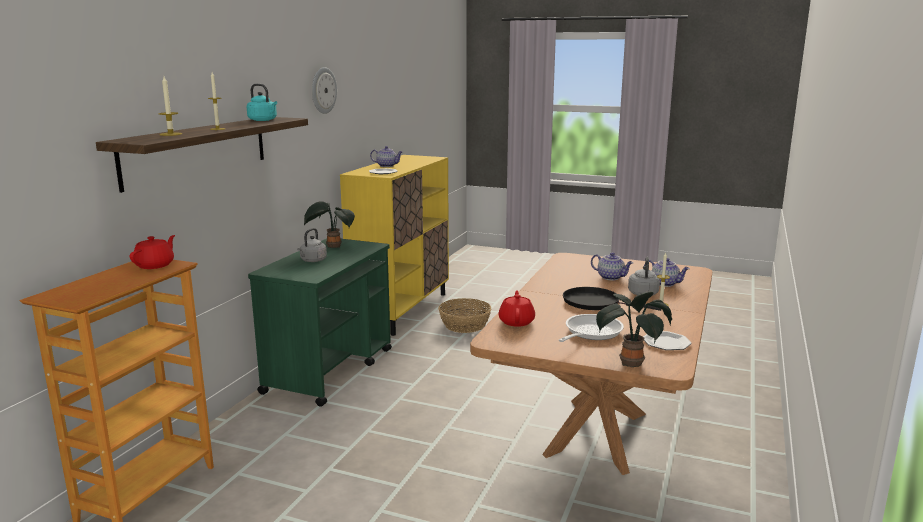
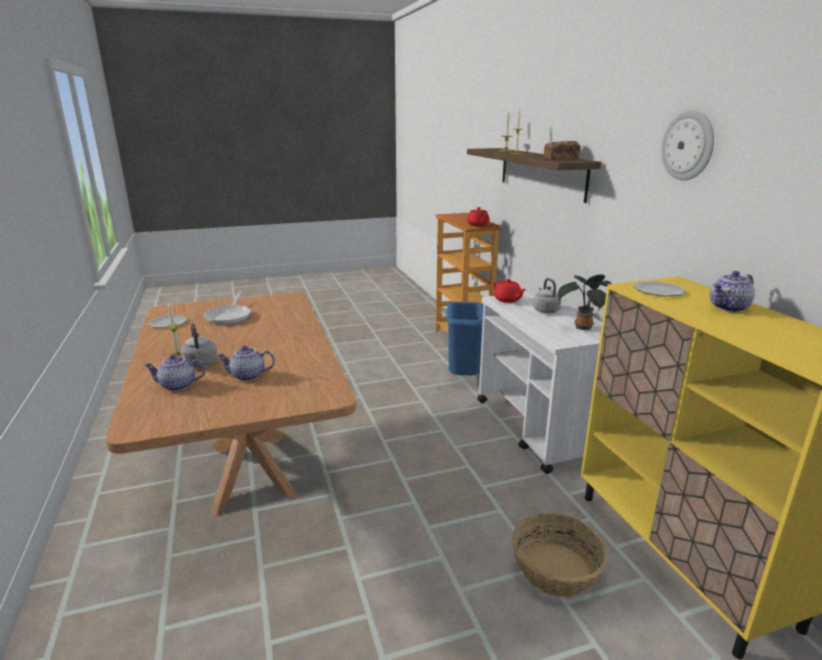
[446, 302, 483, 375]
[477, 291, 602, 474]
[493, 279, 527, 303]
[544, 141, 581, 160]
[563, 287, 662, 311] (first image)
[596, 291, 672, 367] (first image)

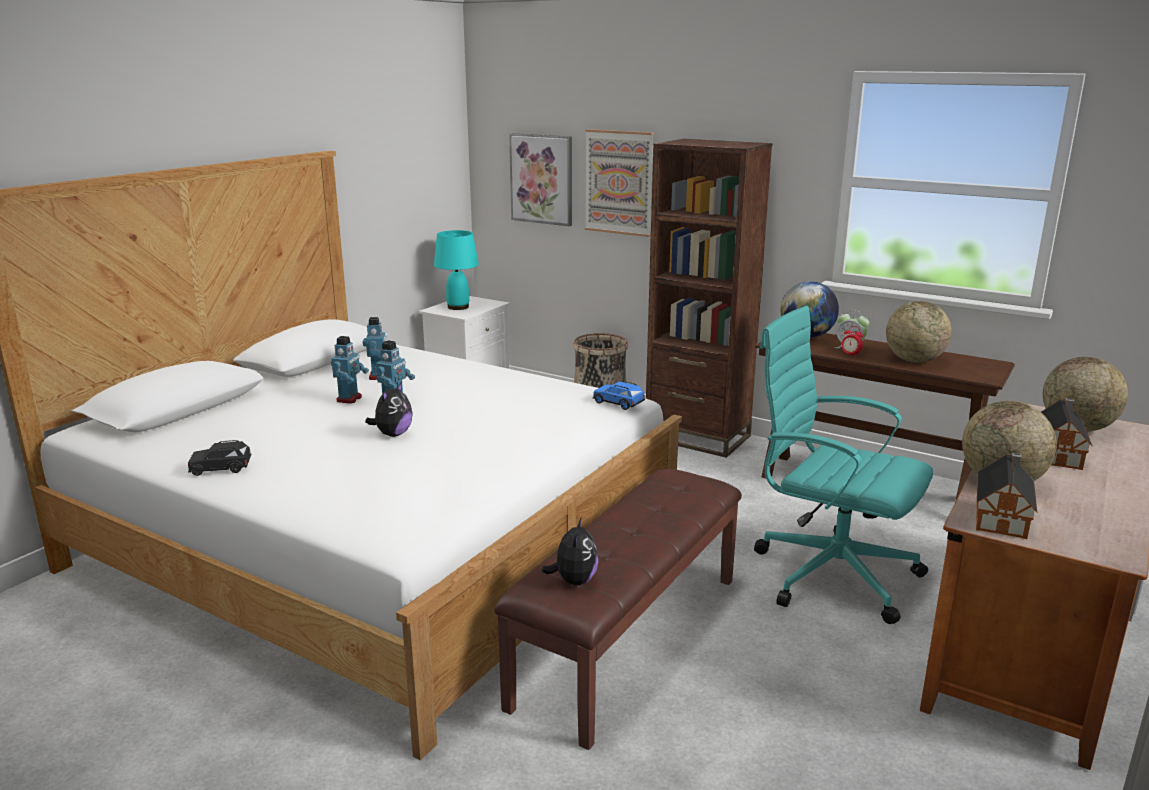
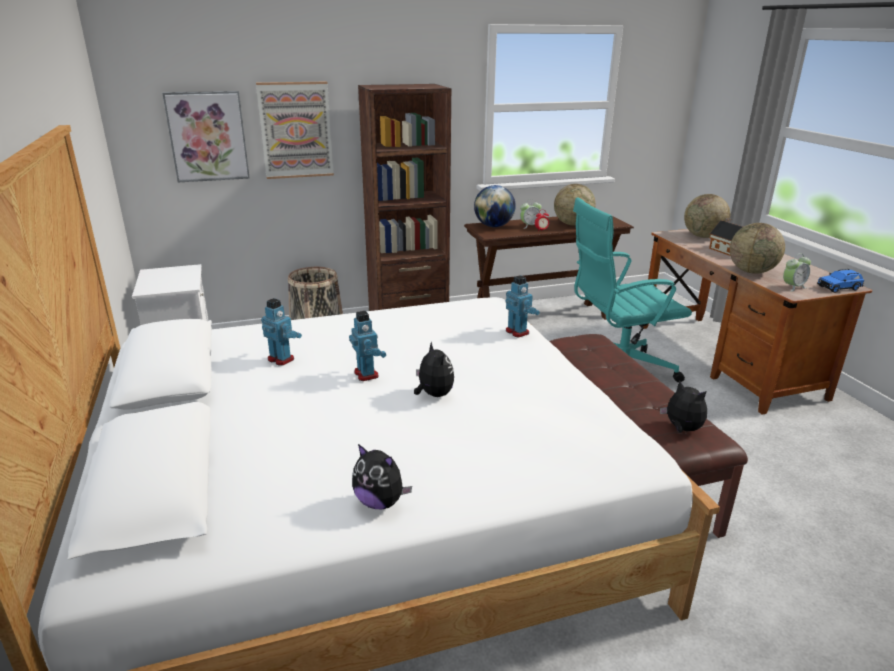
[352, 444, 412, 509]
[506, 275, 540, 338]
[783, 253, 811, 292]
[817, 269, 864, 293]
[434, 230, 479, 310] (first image)

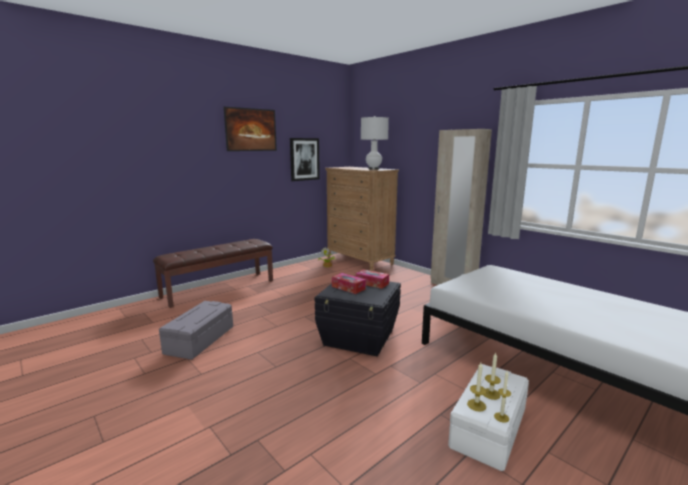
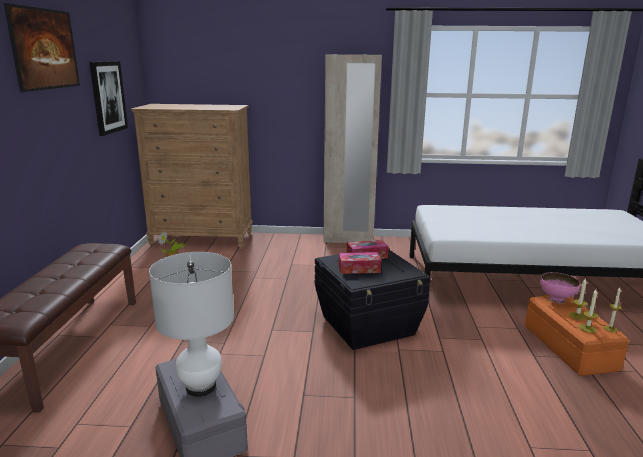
[149, 252, 234, 397]
[525, 295, 629, 376]
[540, 272, 580, 303]

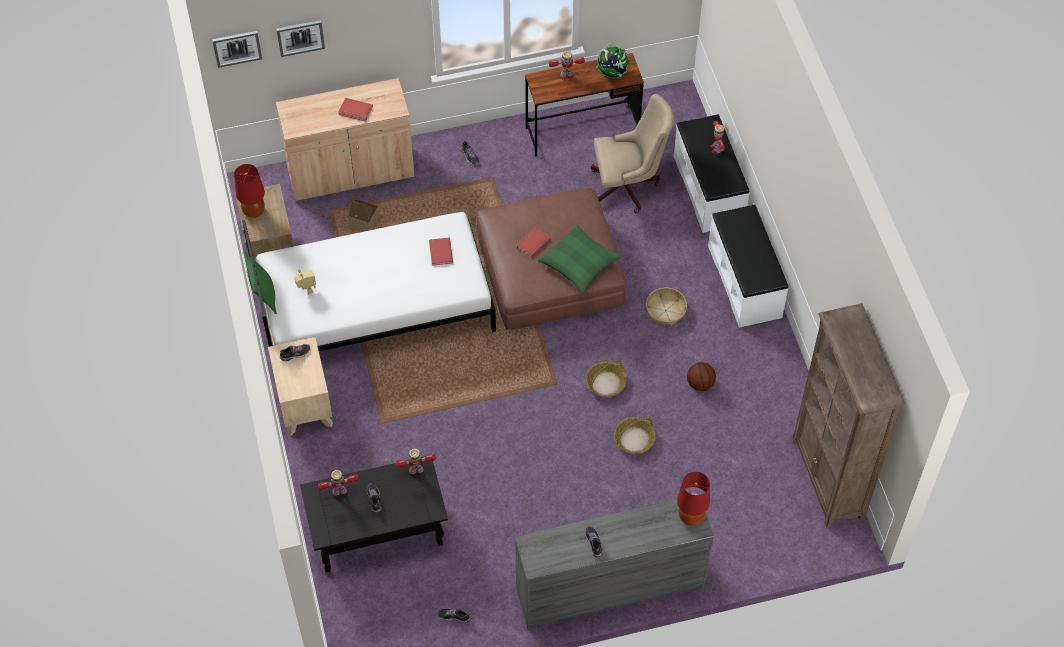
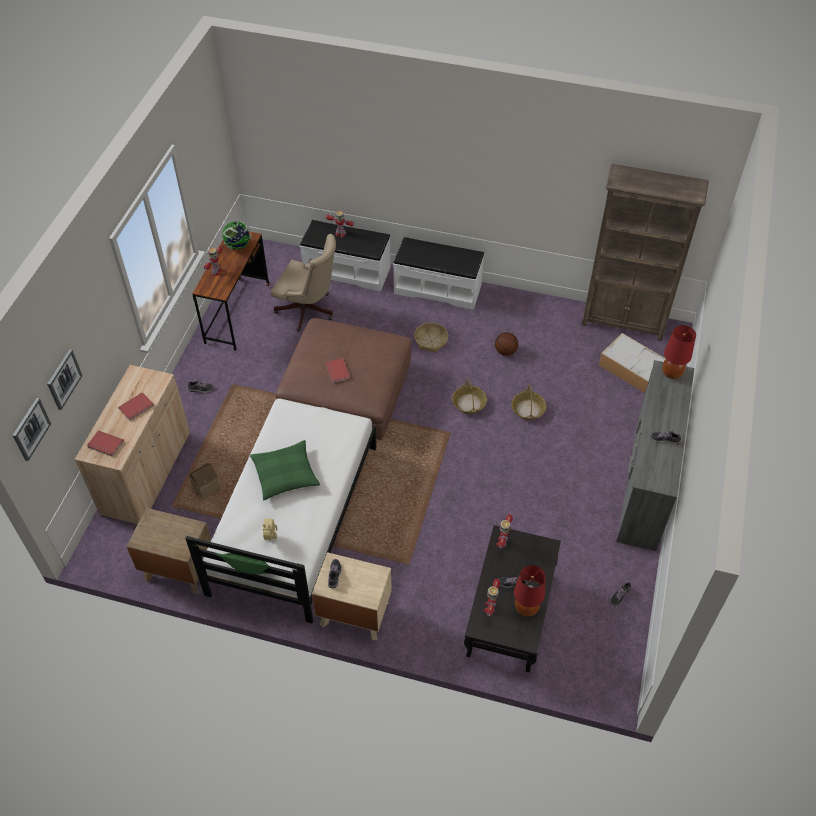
[87, 430, 124, 457]
[250, 440, 320, 500]
[270, 234, 336, 332]
[514, 565, 546, 617]
[599, 333, 666, 393]

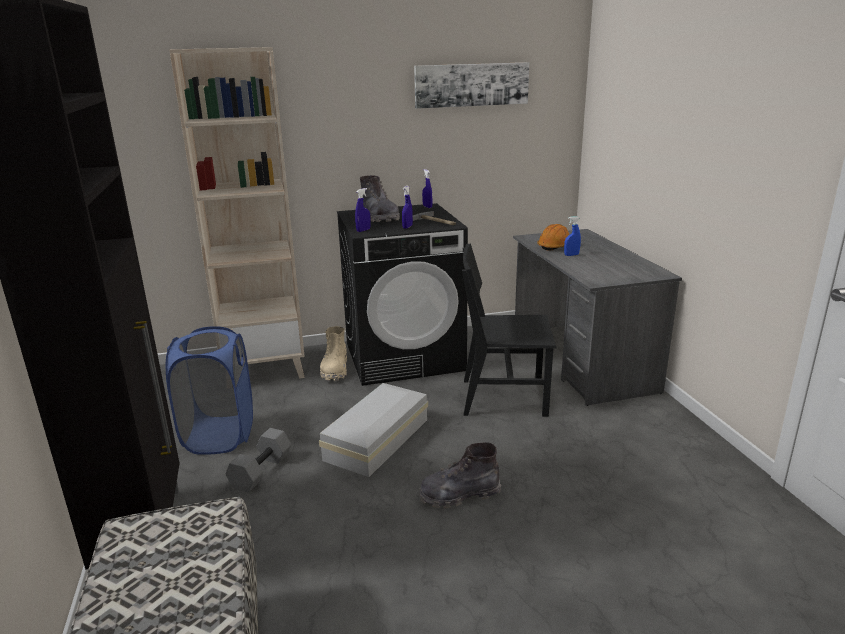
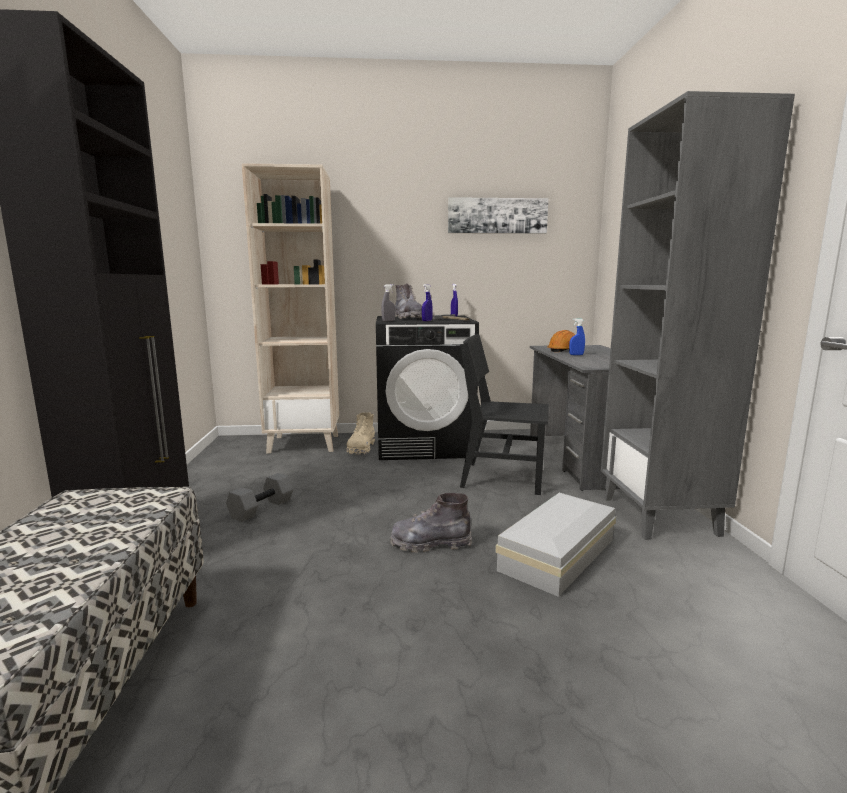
[381, 284, 396, 321]
[495, 493, 616, 597]
[601, 91, 795, 540]
[166, 326, 253, 455] (first image)

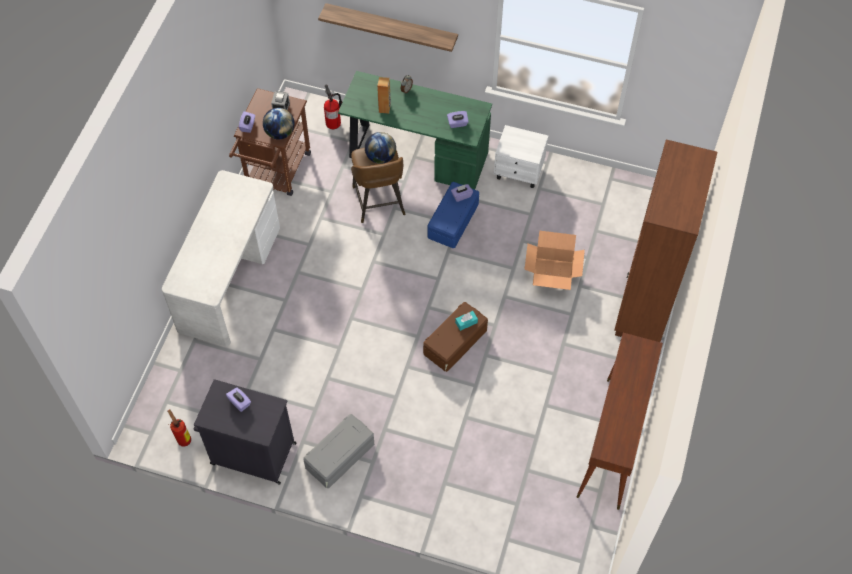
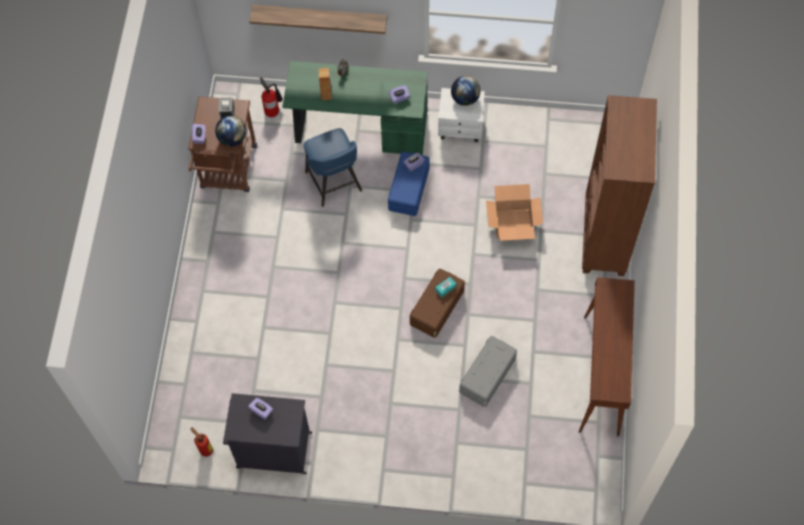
[304, 128, 362, 207]
[451, 76, 481, 106]
[459, 336, 517, 407]
[162, 170, 280, 347] (first image)

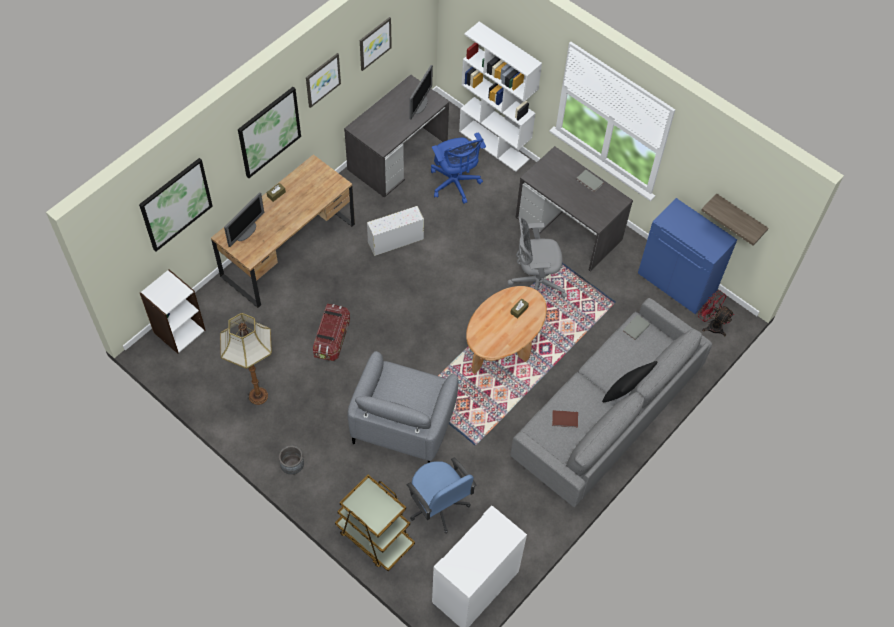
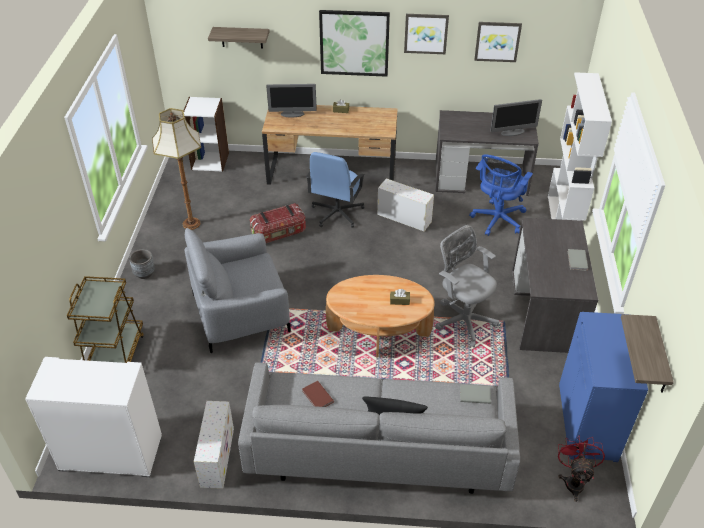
[194, 401, 234, 489]
[208, 27, 270, 48]
[306, 152, 365, 228]

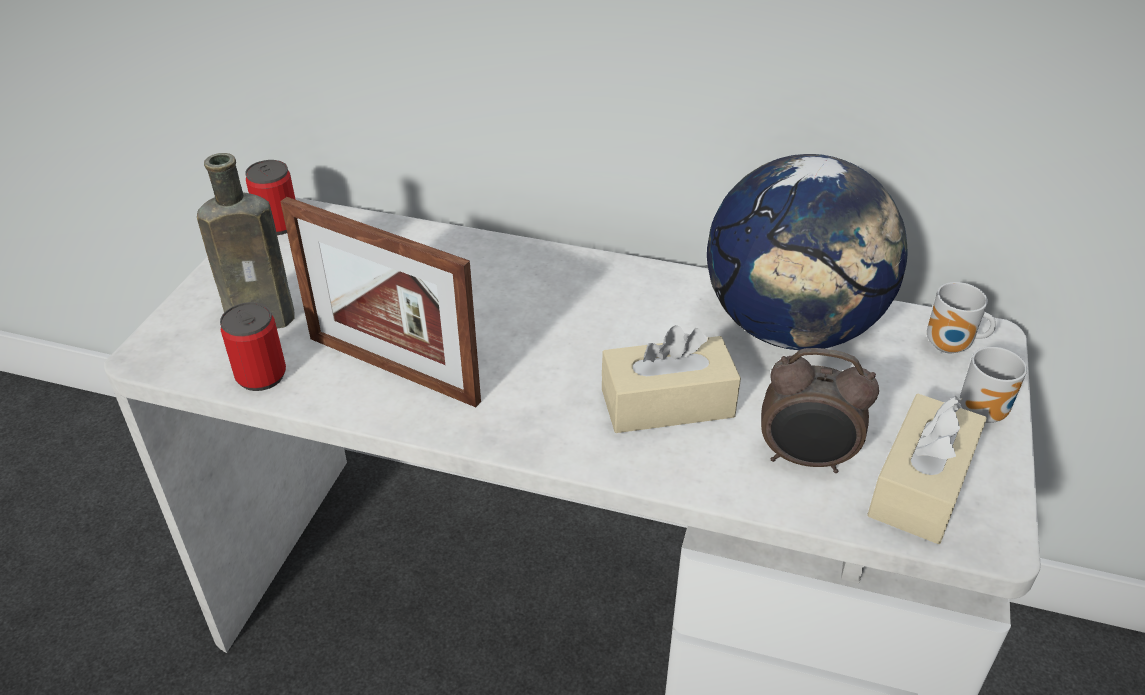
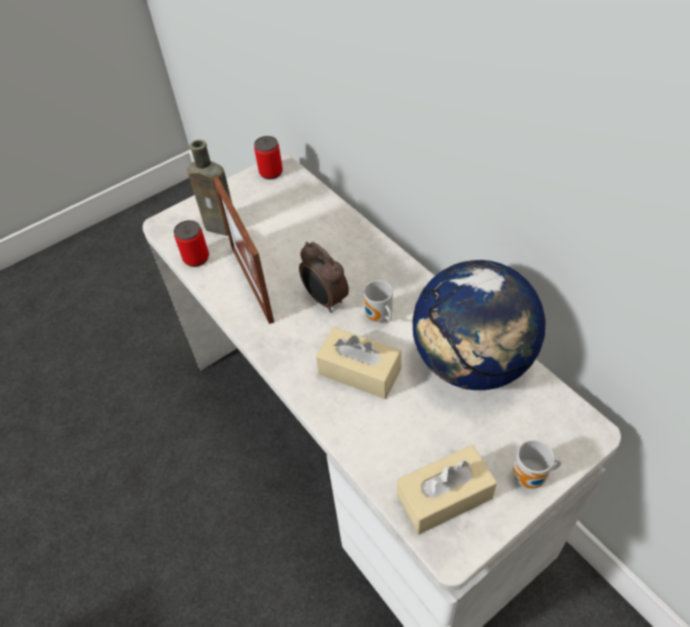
[299, 242, 349, 313]
[363, 280, 393, 322]

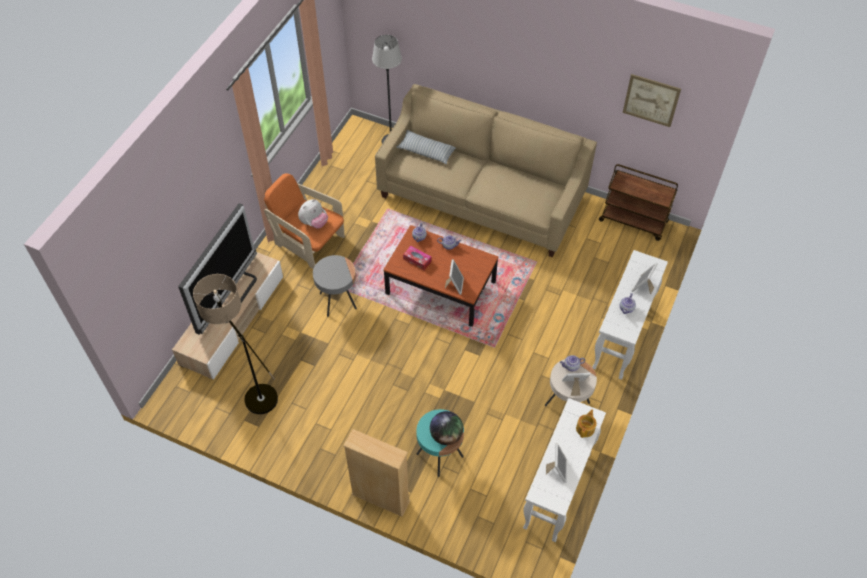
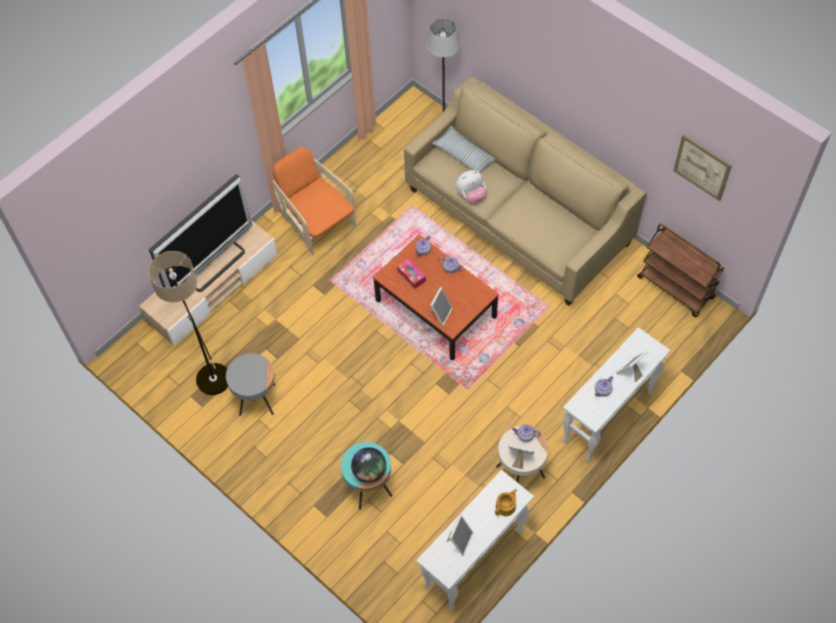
[226, 353, 275, 416]
[456, 170, 487, 203]
[343, 429, 410, 517] (first image)

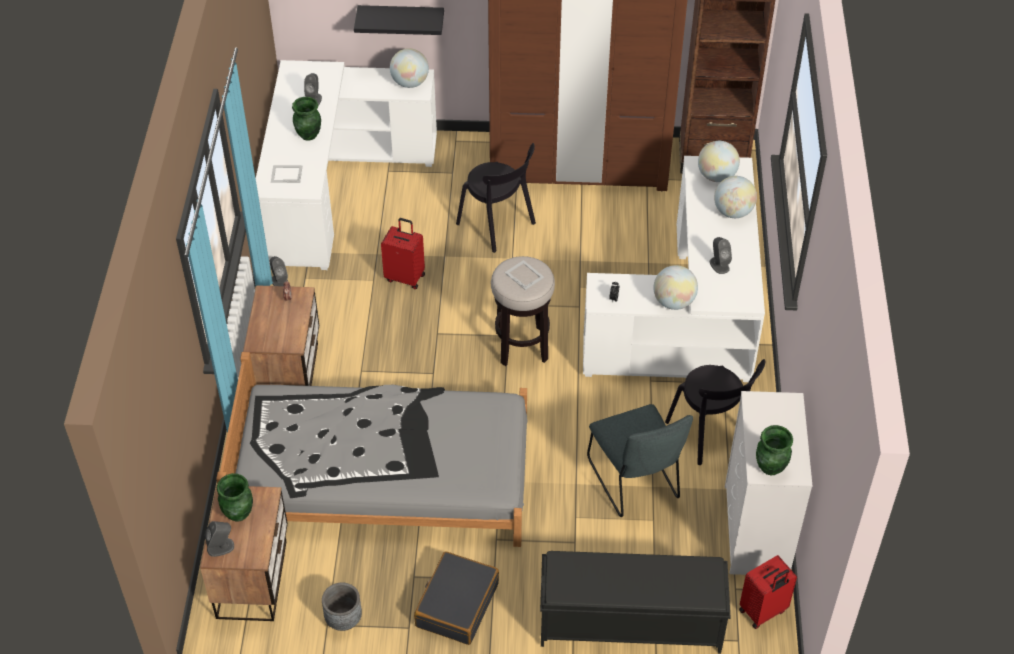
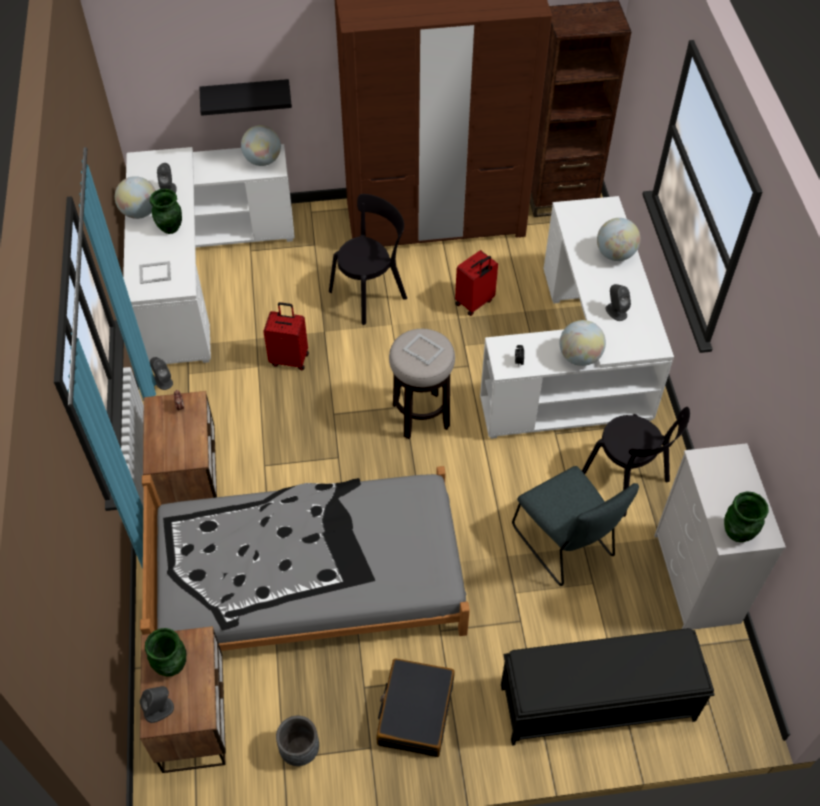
[115, 176, 156, 219]
[329, 194, 407, 325]
[455, 250, 498, 316]

